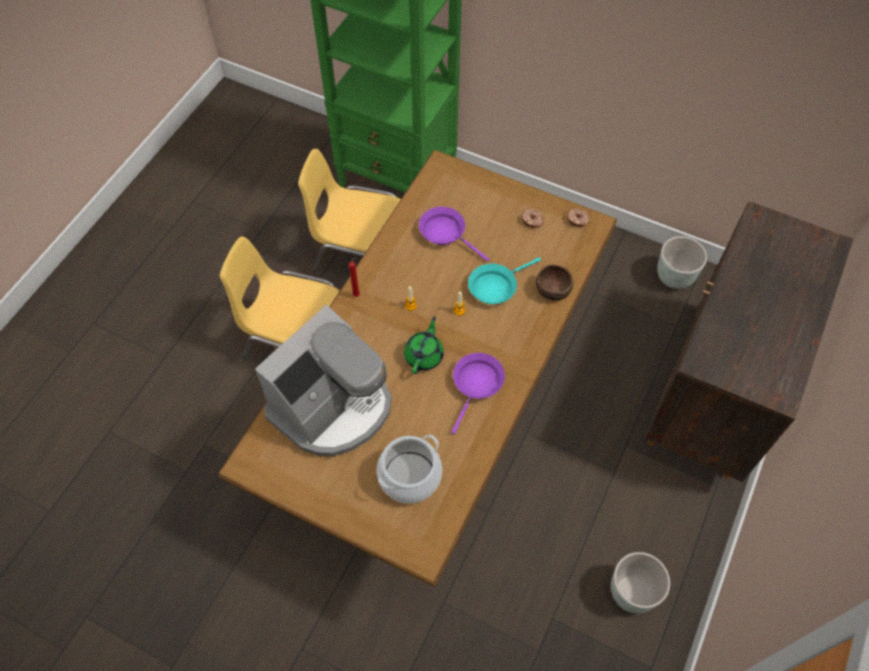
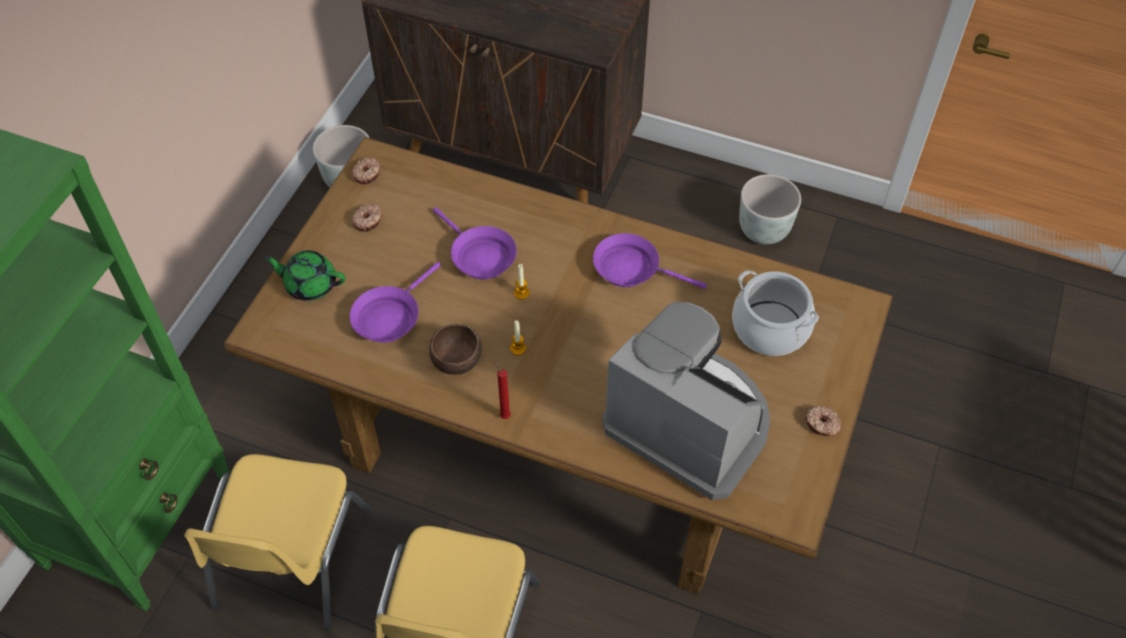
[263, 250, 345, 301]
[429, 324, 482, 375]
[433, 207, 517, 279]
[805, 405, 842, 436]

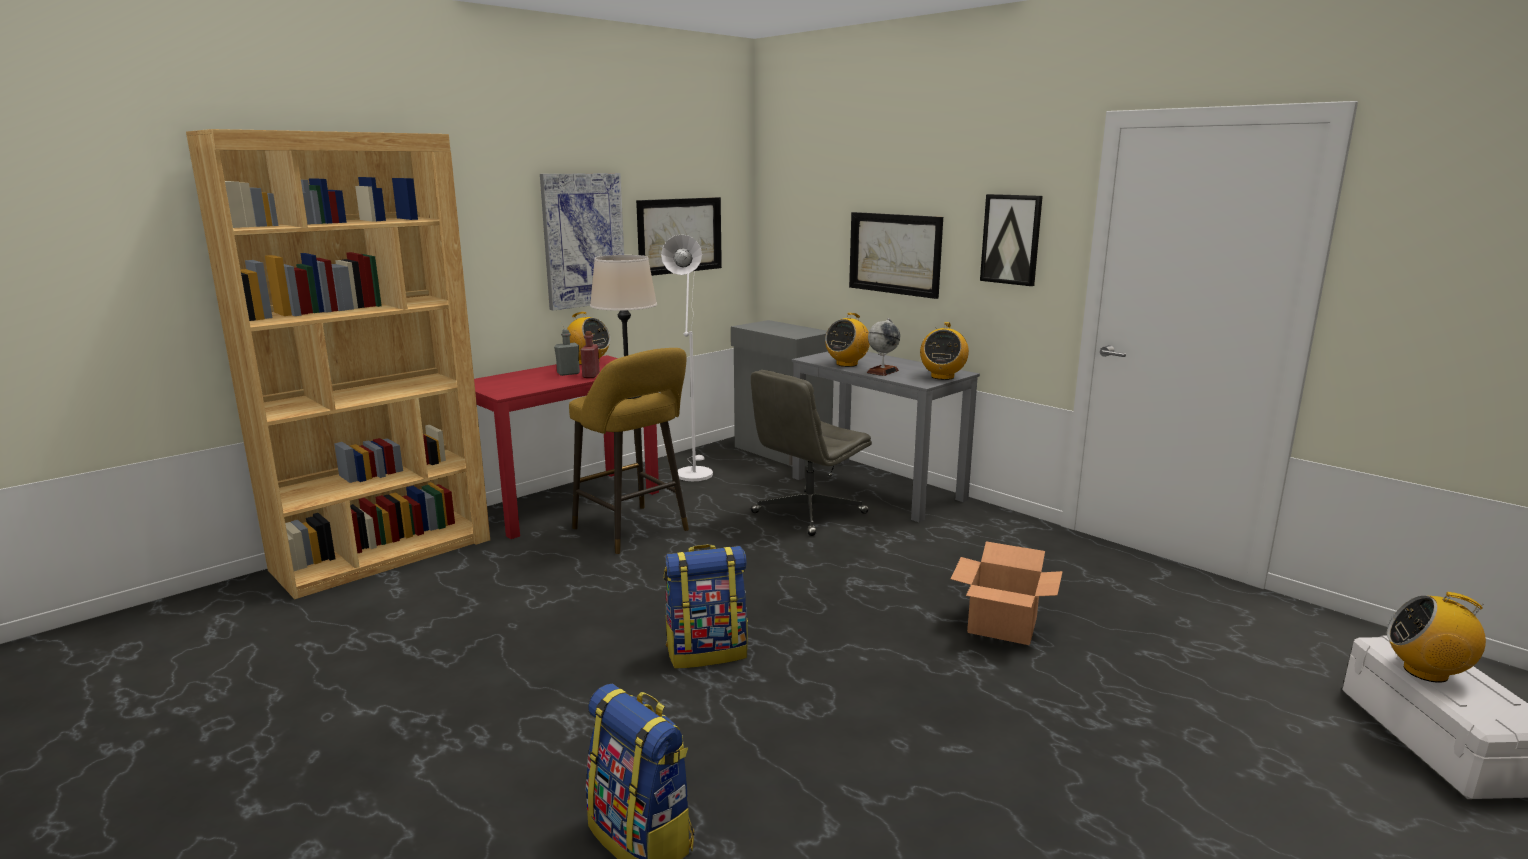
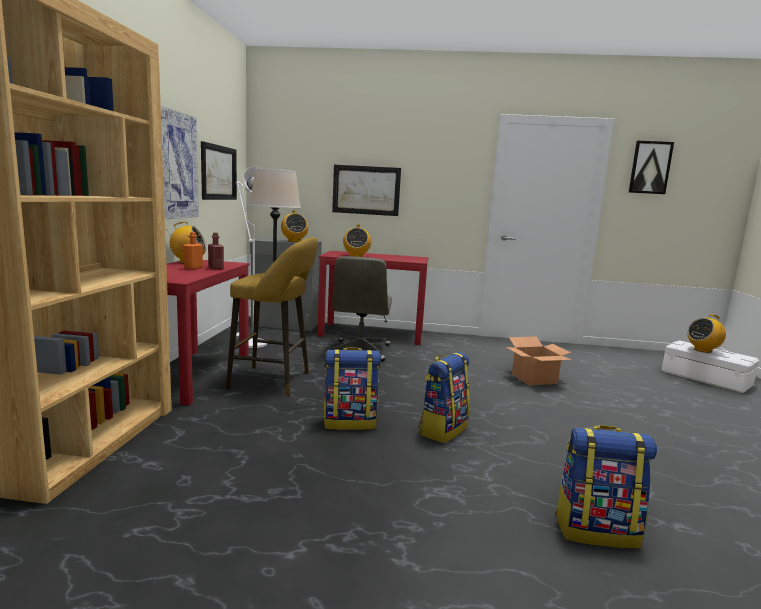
[184, 232, 203, 269]
[281, 210, 309, 242]
[317, 251, 429, 345]
[323, 347, 381, 430]
[628, 141, 674, 194]
[867, 318, 900, 376] (first image)

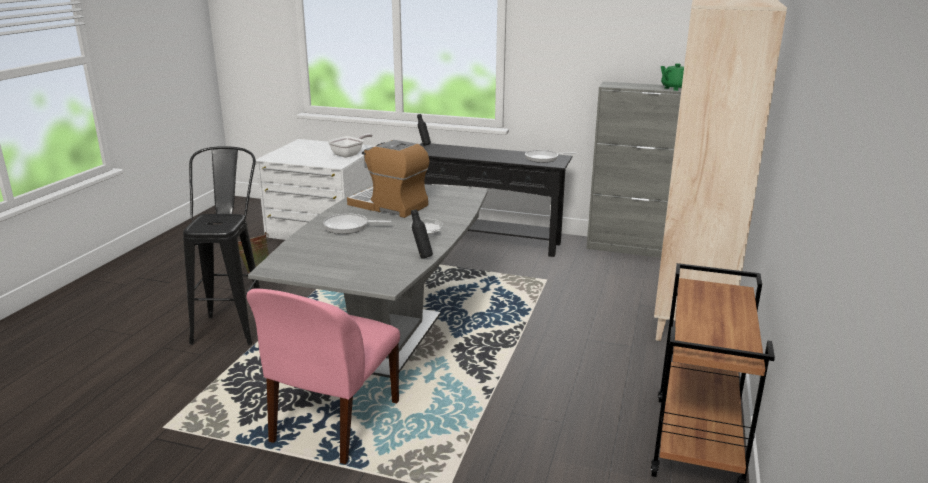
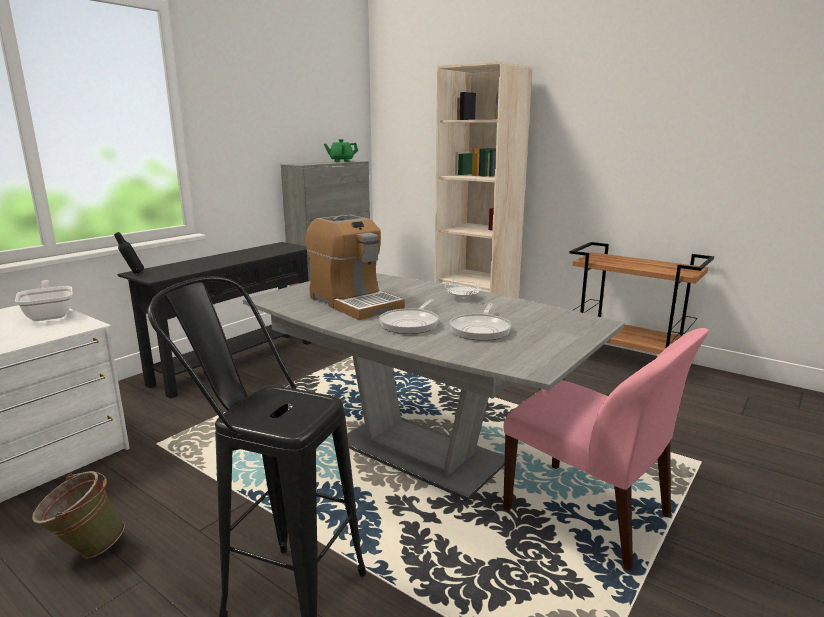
[306, 215, 405, 320]
[450, 303, 511, 341]
[411, 209, 433, 259] (first image)

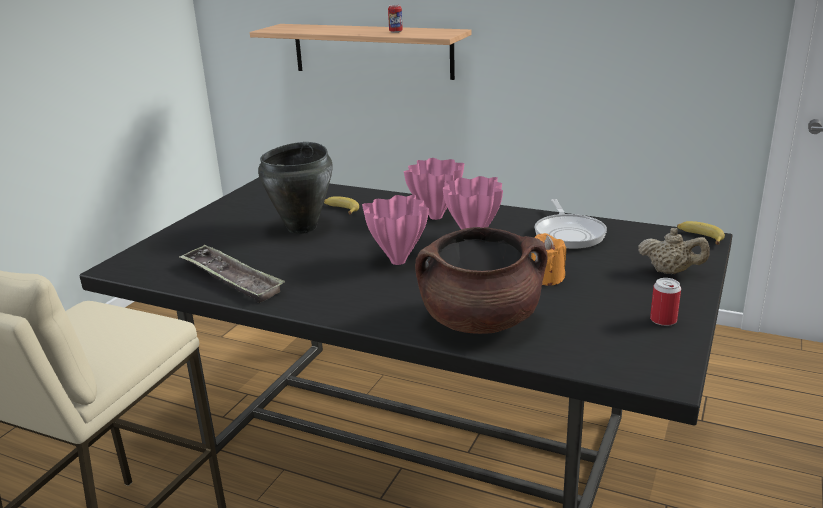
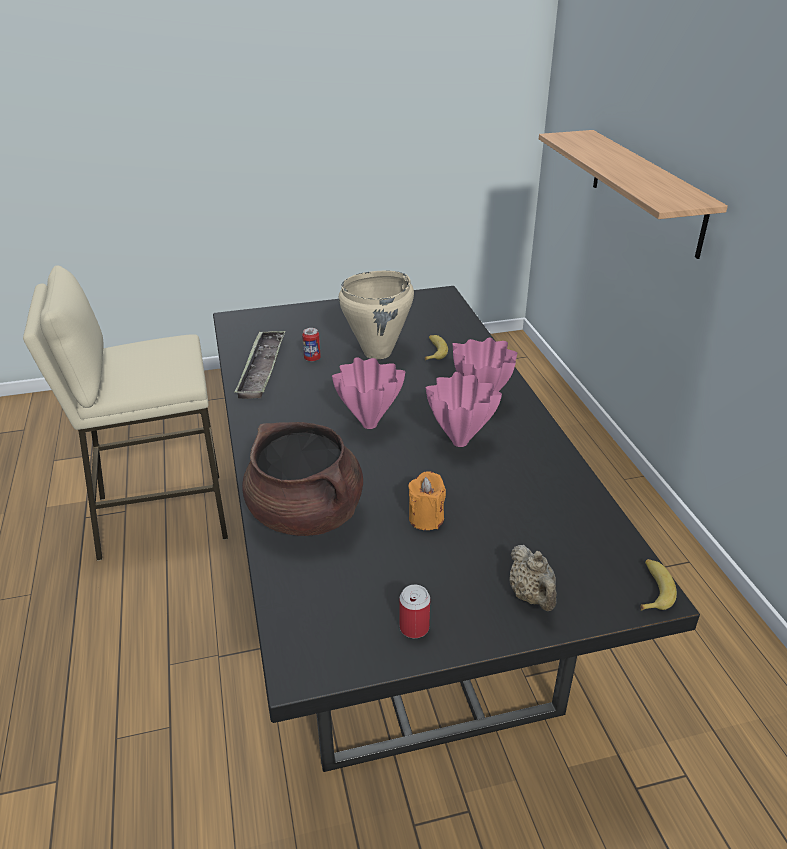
[302, 328, 321, 362]
[338, 271, 414, 359]
[534, 199, 607, 249] (first image)

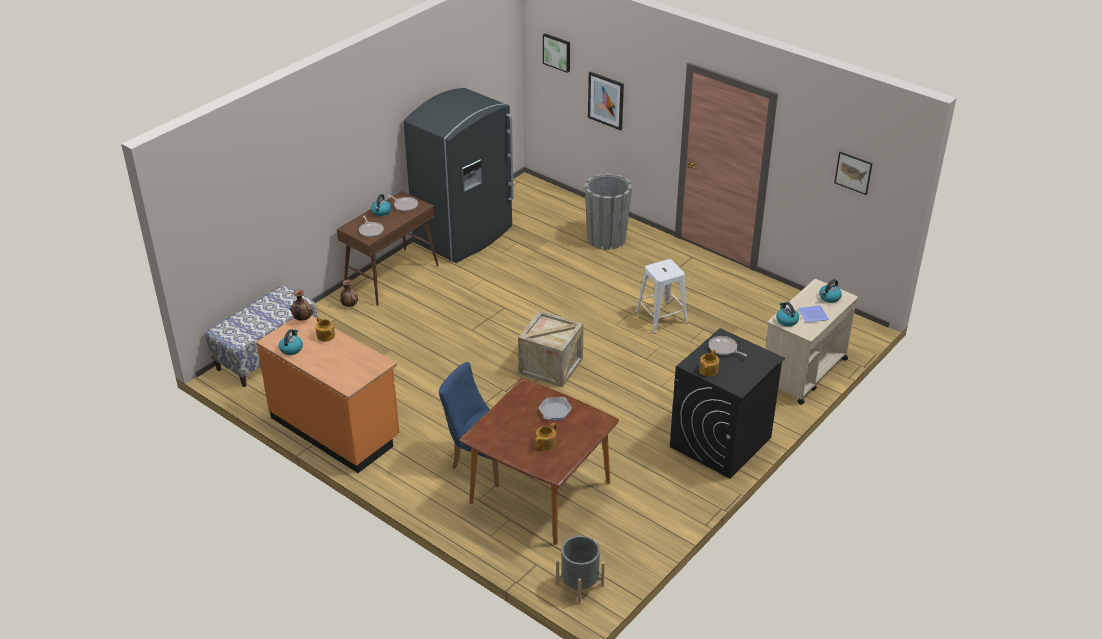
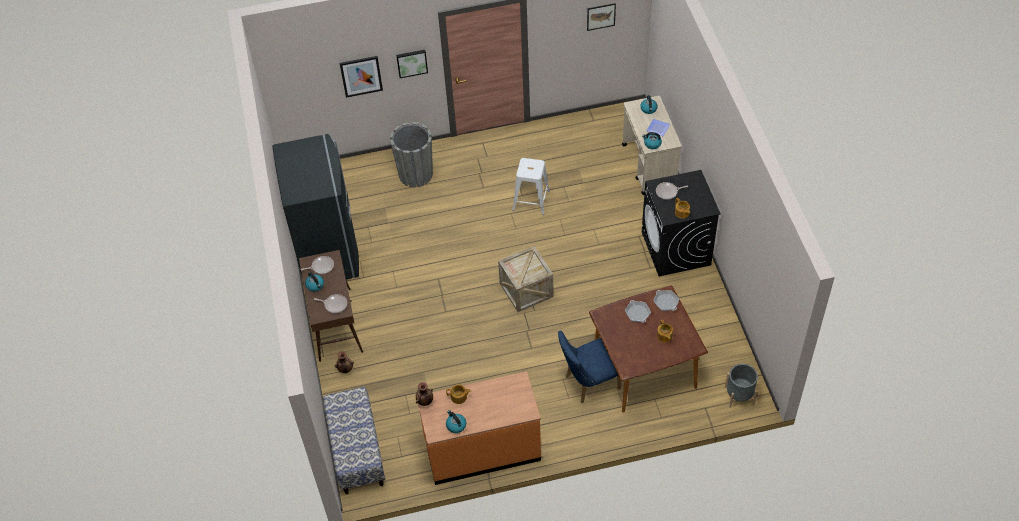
[396, 50, 428, 78]
[654, 290, 679, 311]

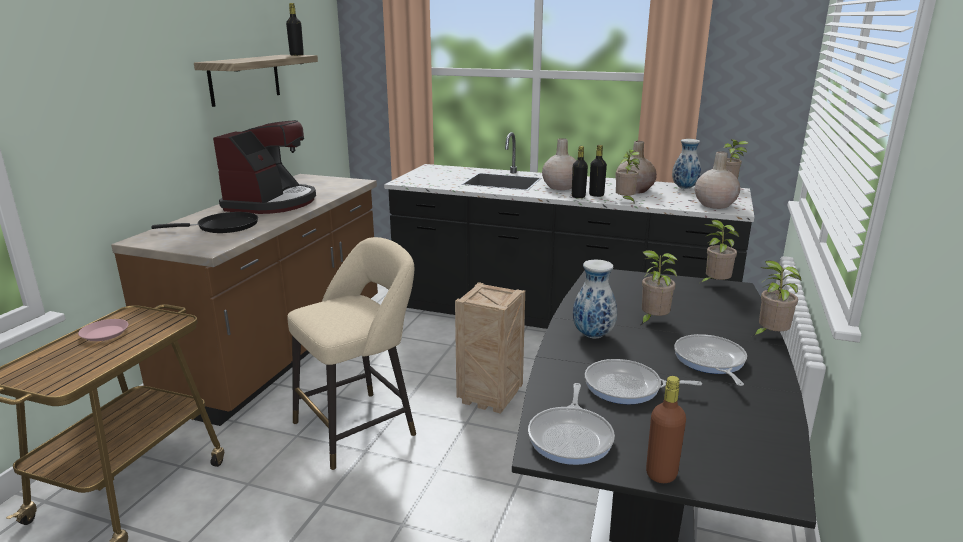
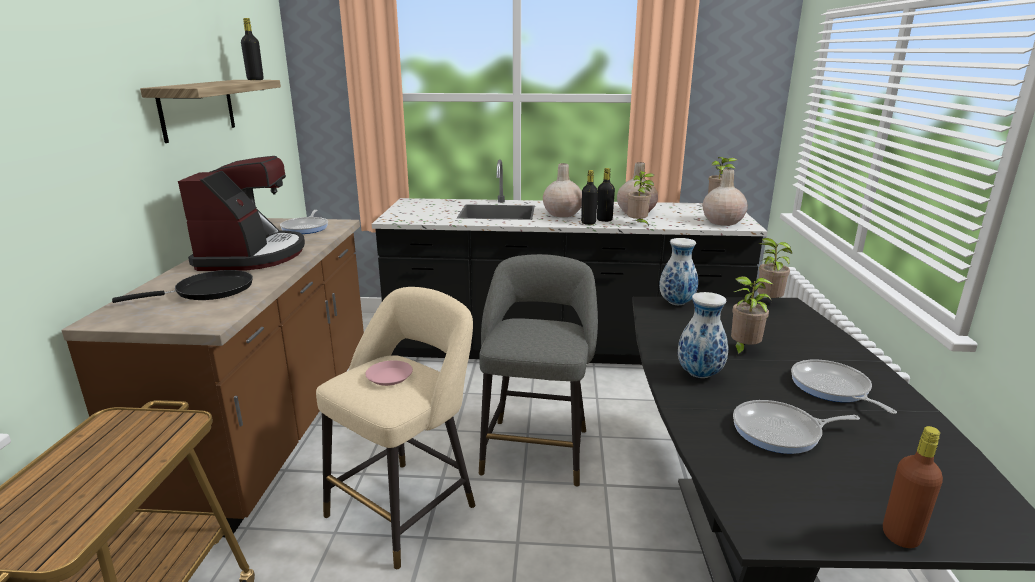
[280, 210, 328, 234]
[365, 360, 413, 386]
[479, 254, 598, 487]
[659, 238, 698, 305]
[753, 260, 802, 336] (first image)

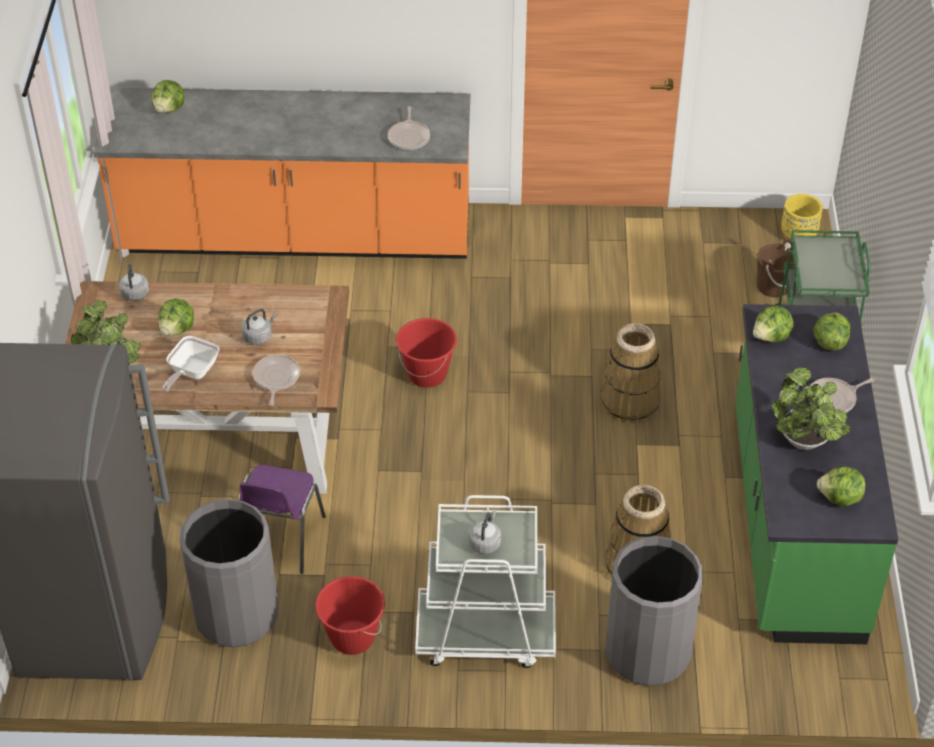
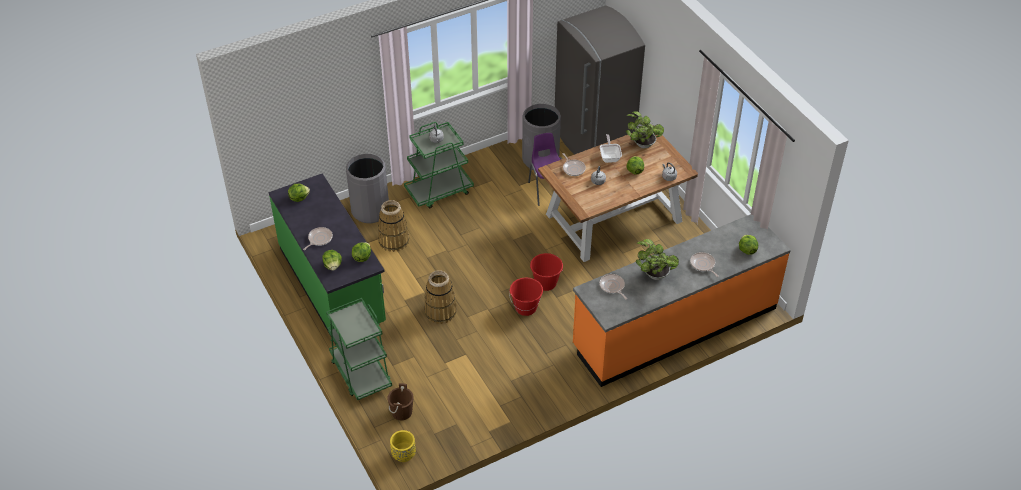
[404, 122, 474, 208]
[509, 278, 543, 316]
[636, 239, 679, 280]
[690, 252, 719, 277]

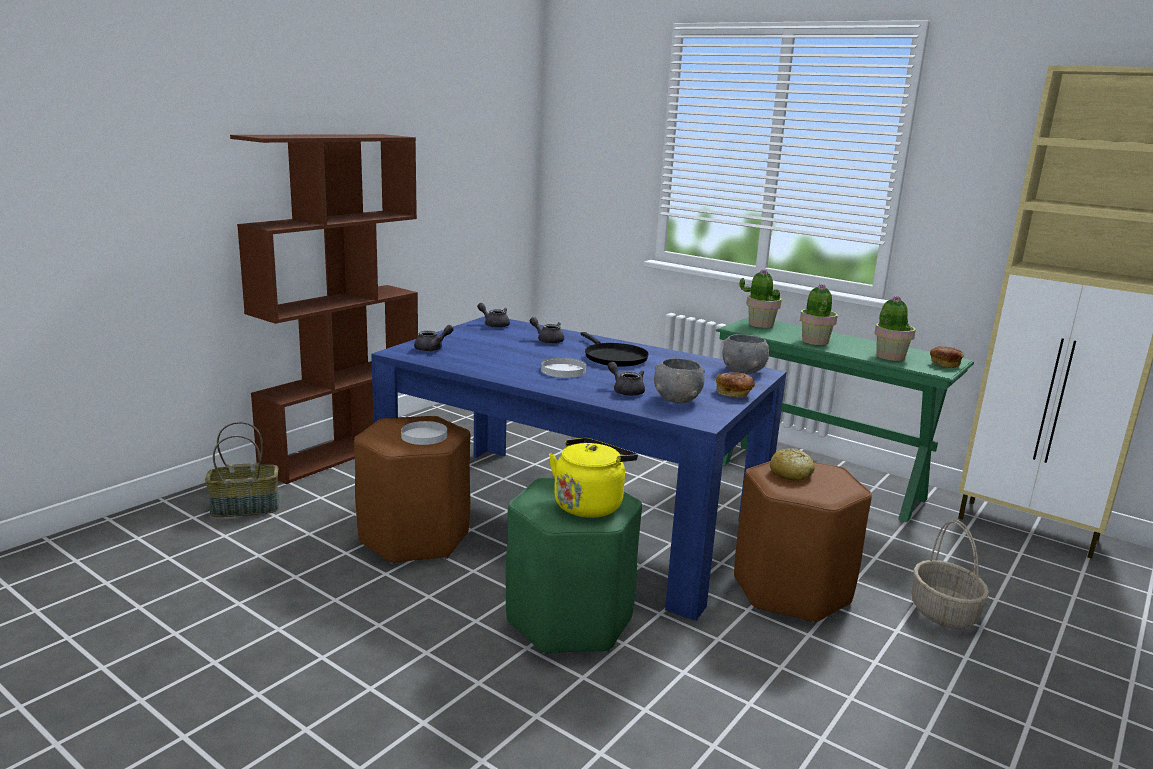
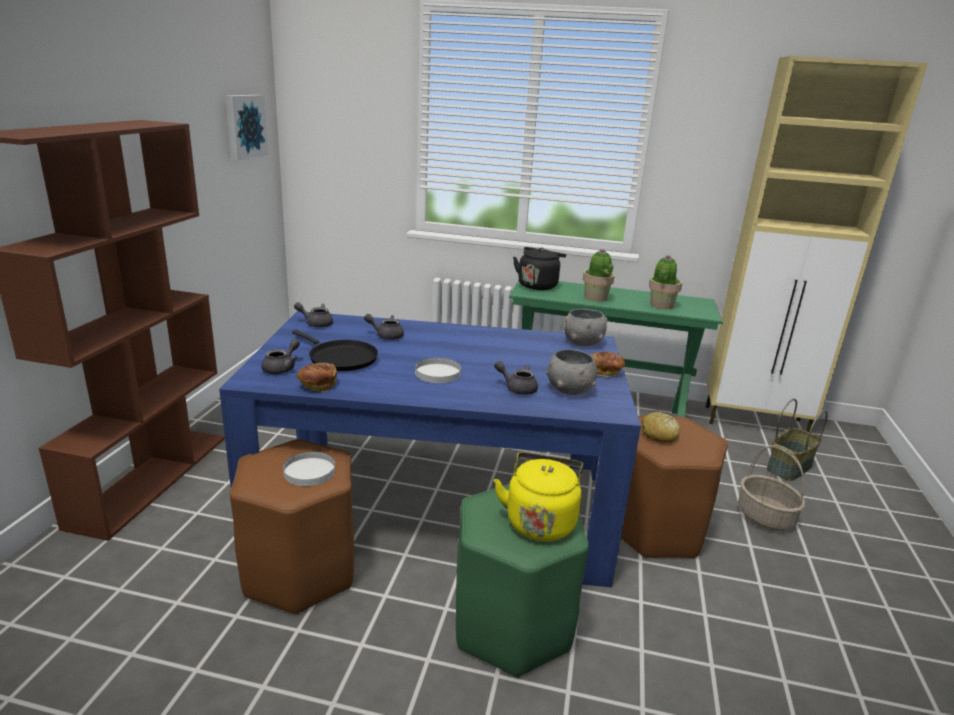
[225, 95, 268, 161]
[292, 330, 378, 371]
[297, 363, 337, 392]
[513, 247, 566, 290]
[767, 399, 828, 481]

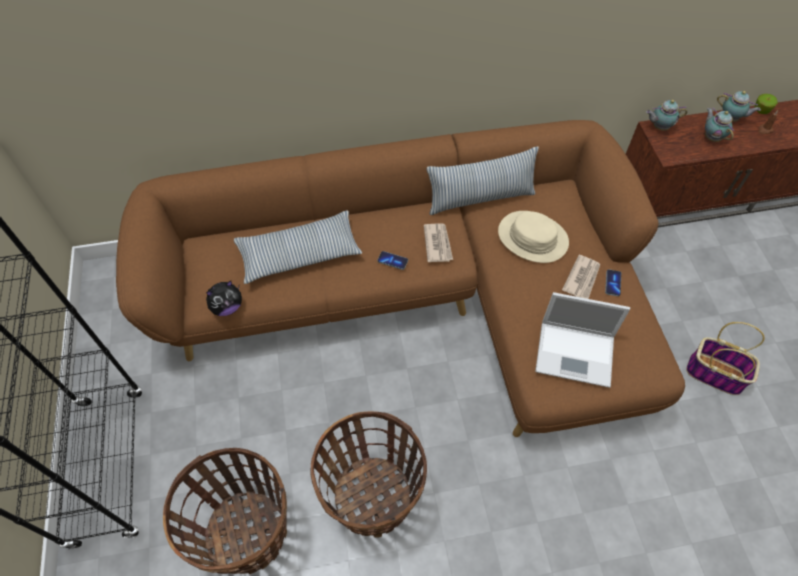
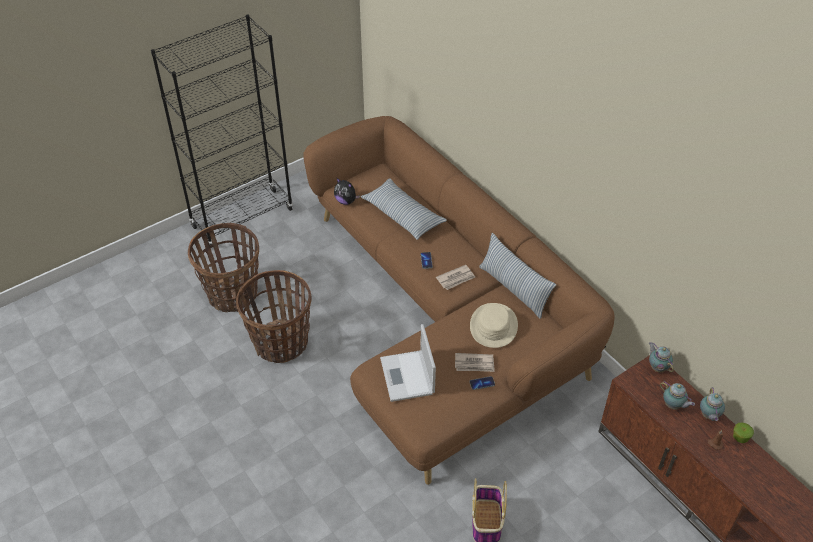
[660, 382, 695, 410]

